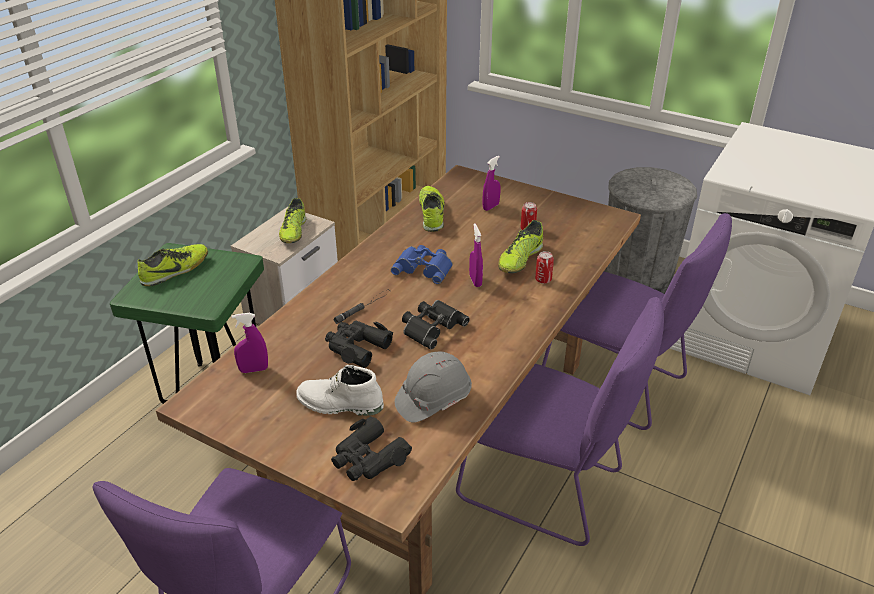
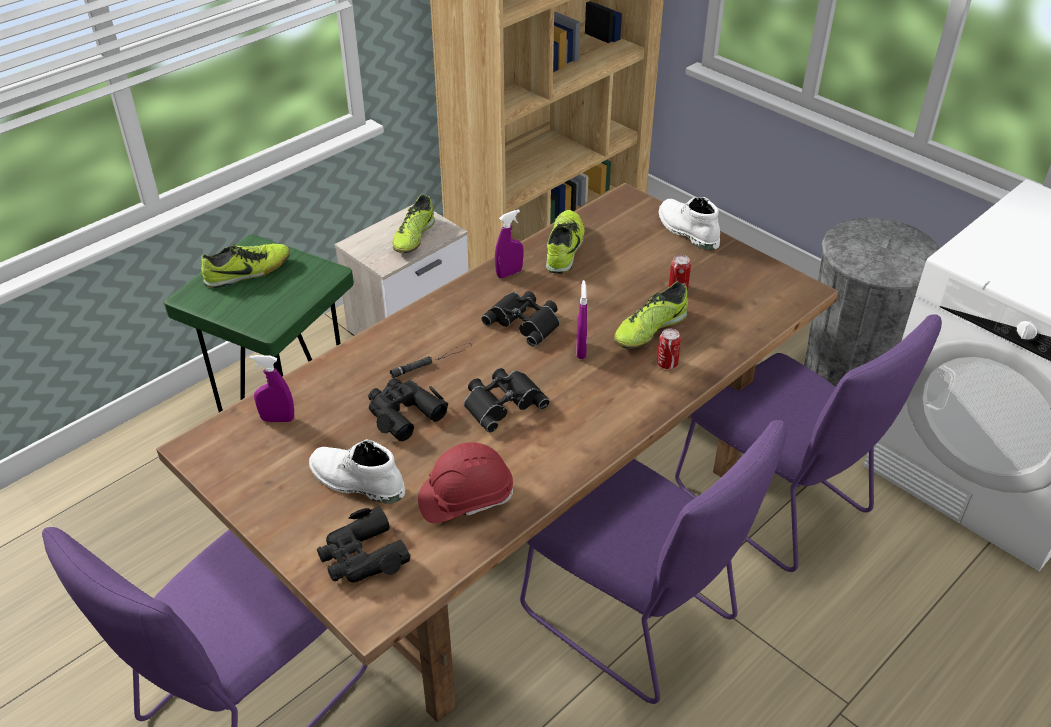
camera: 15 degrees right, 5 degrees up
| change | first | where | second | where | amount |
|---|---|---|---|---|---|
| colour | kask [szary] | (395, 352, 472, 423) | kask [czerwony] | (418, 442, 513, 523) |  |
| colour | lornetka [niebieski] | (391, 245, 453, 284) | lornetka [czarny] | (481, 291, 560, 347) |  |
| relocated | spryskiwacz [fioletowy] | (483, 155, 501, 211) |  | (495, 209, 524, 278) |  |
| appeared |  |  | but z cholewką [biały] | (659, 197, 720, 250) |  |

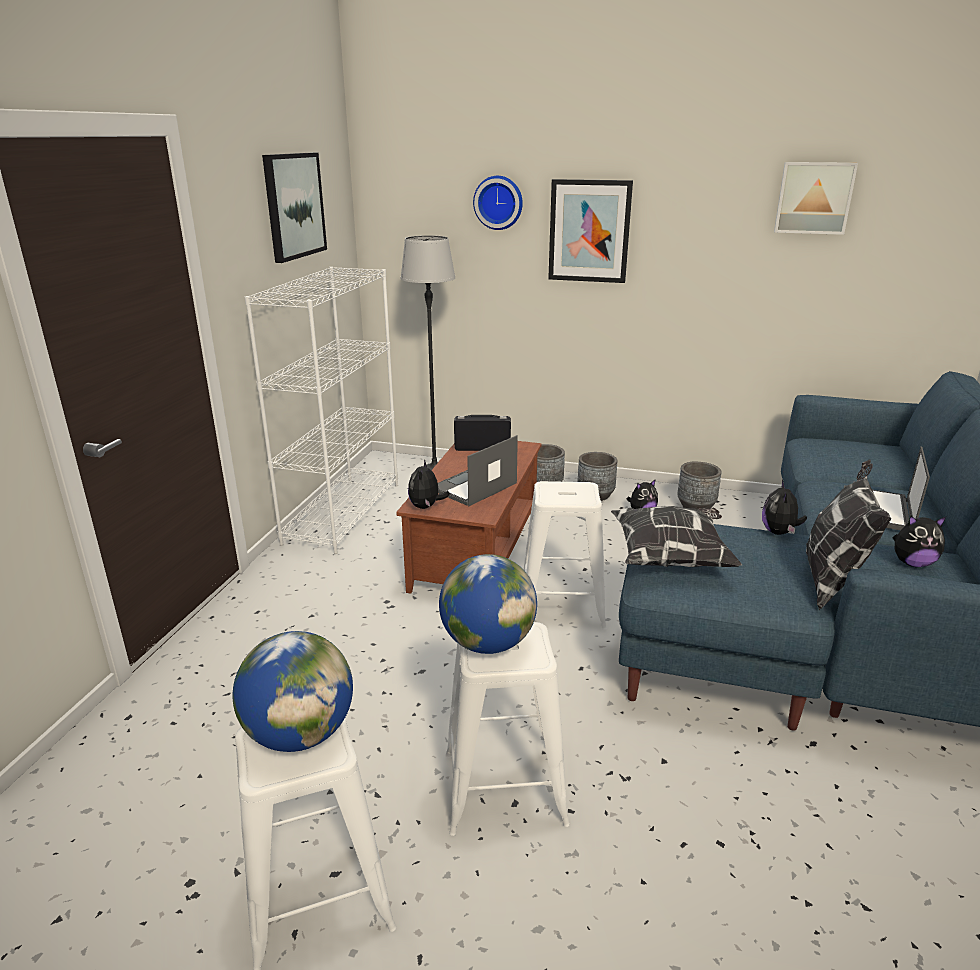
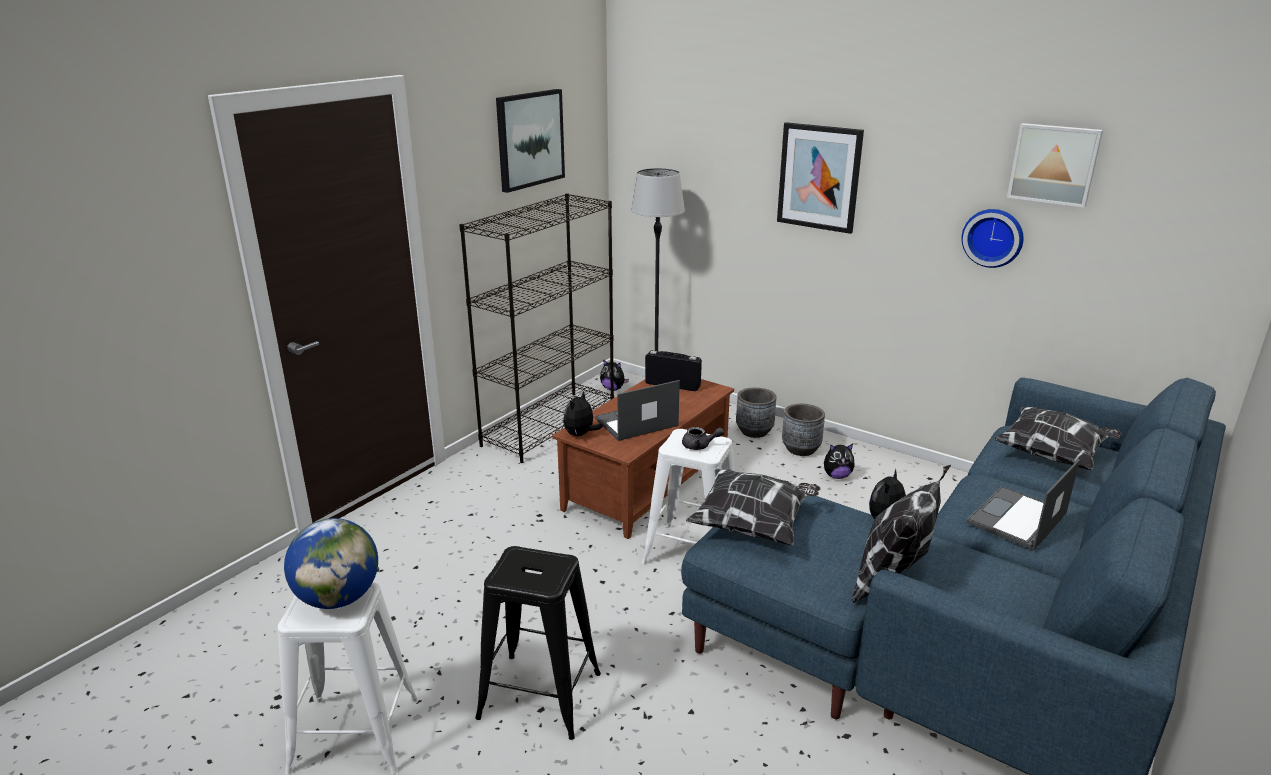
camera: 20 degrees right, 0 degrees up
| change | first | where | second | where | amount |
|---|---|---|---|---|---|
| colour | regał [biały] | (245, 267, 398, 554) | regał [czarny] | (459, 193, 614, 463) |  |
| colour | stołek [biały] | (445, 622, 570, 836) | stołek [czarny] | (475, 546, 601, 740) |  |
| relocated | pluszak | (893, 516, 946, 567) |  | (600, 359, 629, 391) |  |
| appeared |  |  | imbryk [szary] | (682, 427, 724, 450) |  |
| relocated | zegar ścienny | (473, 176, 523, 230) |  | (961, 209, 1024, 268) |  |
| appeared |  |  | poduszka | (993, 407, 1122, 470) |  |
| missing | globus | (439, 554, 537, 654) |  |  |  |
| missing | donica [szary] | (677, 462, 721, 512) |  |  |  |

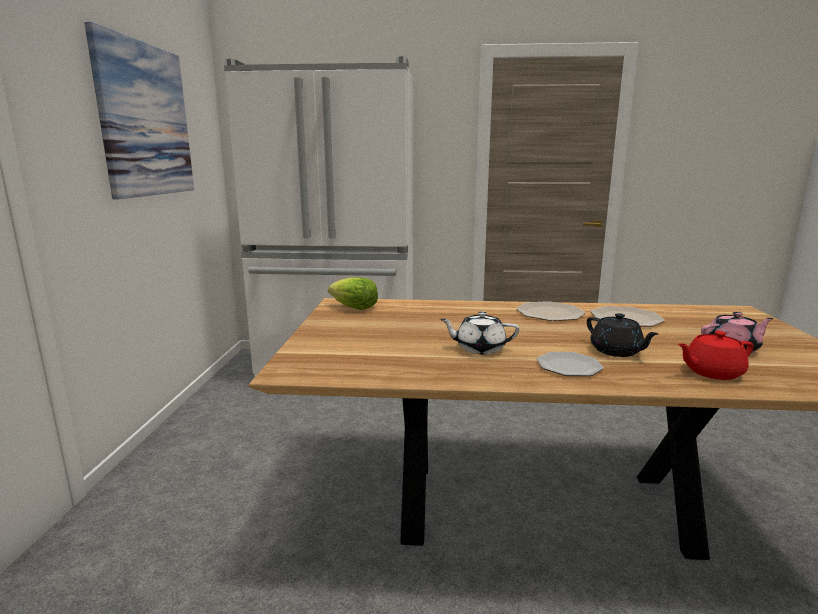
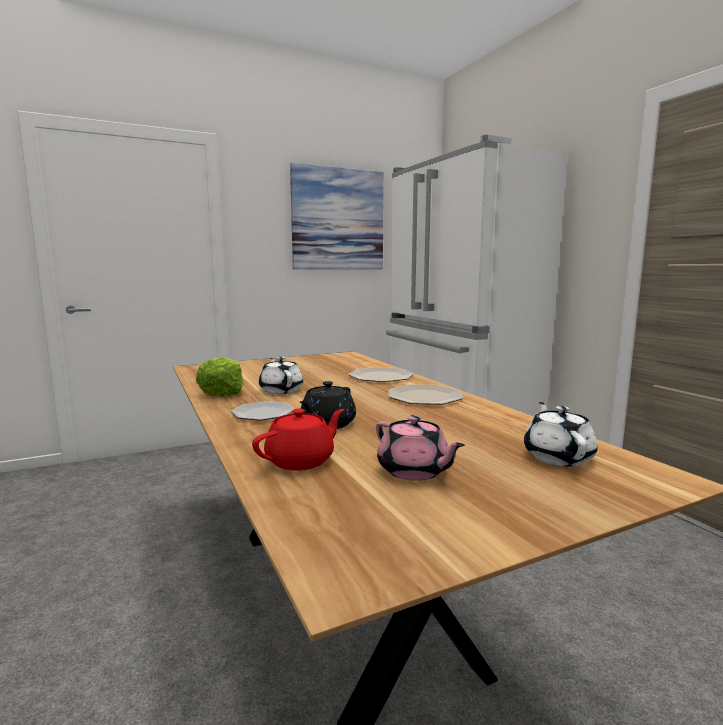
camera: 60 degrees right, 5 degrees down
| change | first | where | second | where | amount |
|---|---|---|---|---|---|
| relocated | sałata | (328, 277, 378, 310) |  | (196, 358, 244, 397) |  |
| spun | imbryk [czerwony] | (678, 331, 754, 380) |  | (252, 408, 344, 471) | 90 degrees clockwise |
| relocated | talerz | (590, 306, 665, 327) |  | (349, 367, 414, 382) |  |
| appeared |  |  | imbryk [biały] | (524, 402, 597, 467) |  |

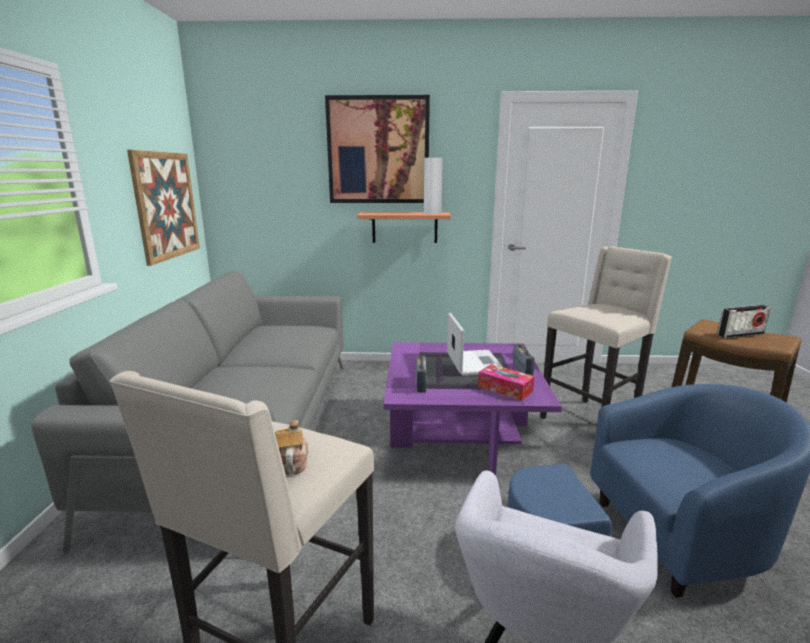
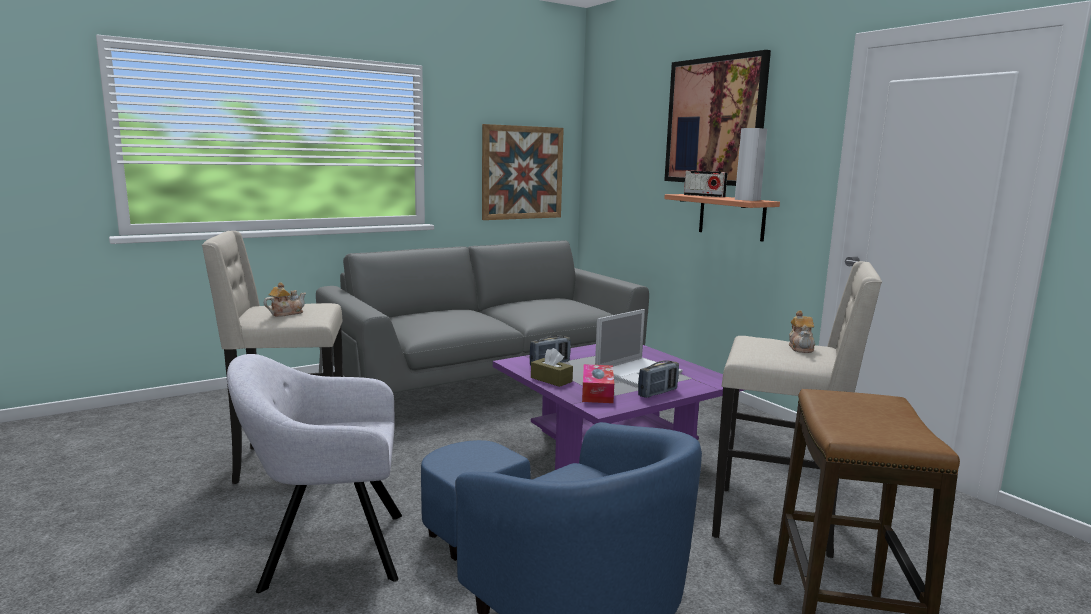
camera: 55 degrees right, 5 degrees down
| change | first | where | second | where | amount |
|---|---|---|---|---|---|
| appeared |  |  | pudełko chusteczek [brązowy] | (531, 348, 573, 387) |  |
| relocated | radio | (717, 305, 771, 338) |  | (684, 171, 728, 197) |  |
| appeared |  |  | imbryk | (789, 310, 815, 353) |  |

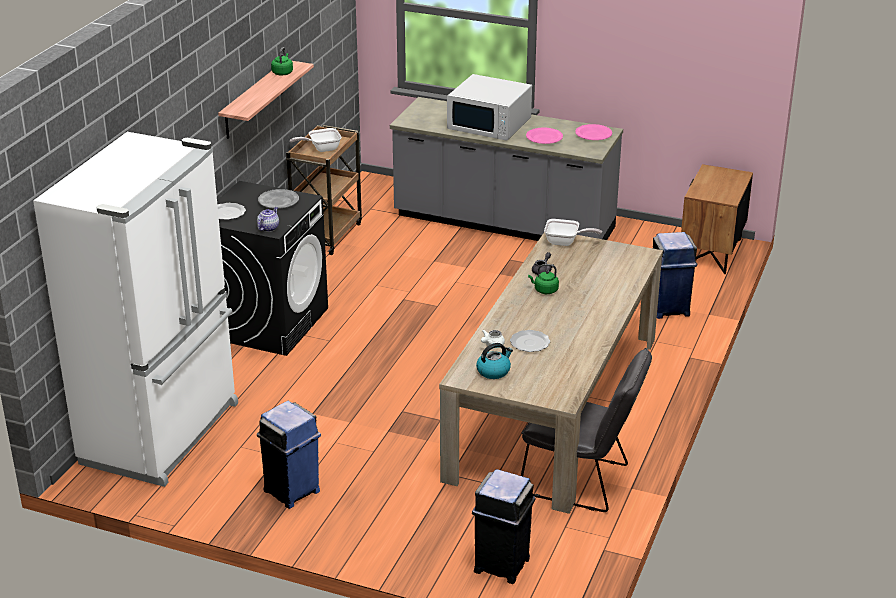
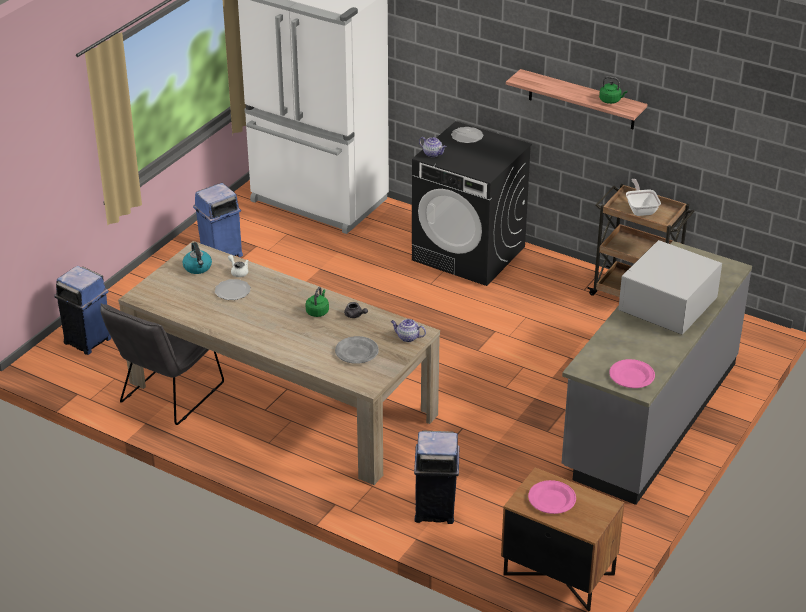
camera: 100 degrees right, 5 degrees up
| change | first | where | second | where | amount |
|---|---|---|---|---|---|
| colour | kosz na śmieci [czarny] | (472, 469, 536, 584) | kosz na śmieci [niebieski] | (54, 266, 111, 355) |  |
| relocated | talerz [szary] | (258, 189, 299, 209) |  | (335, 336, 379, 364) |  |
| exchanged | patelnia | (544, 219, 602, 246) | imbryk | (391, 319, 426, 342) |  |
| relocated | talerz [różowy] | (526, 128, 563, 144) |  | (528, 480, 576, 514) |  |

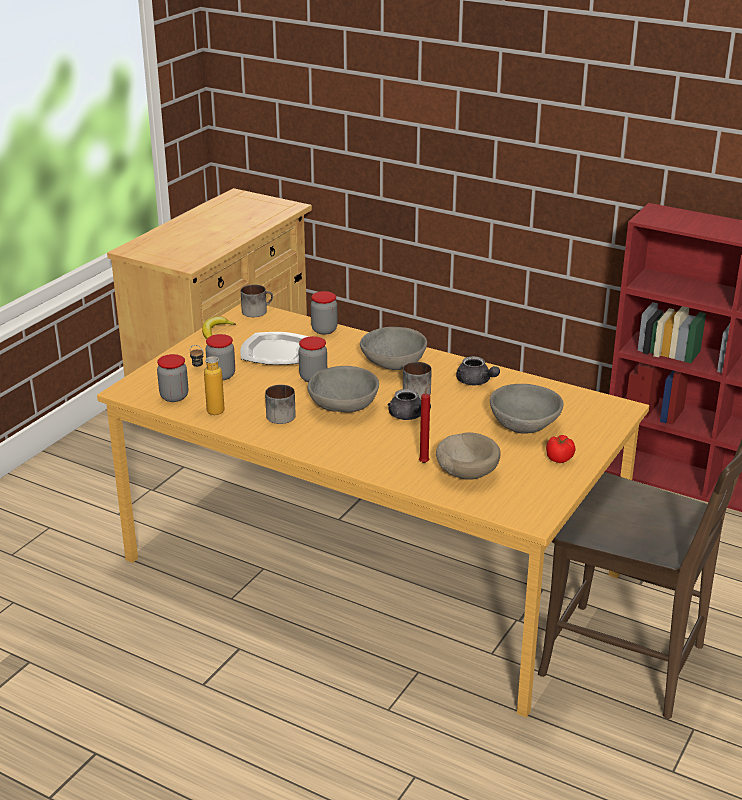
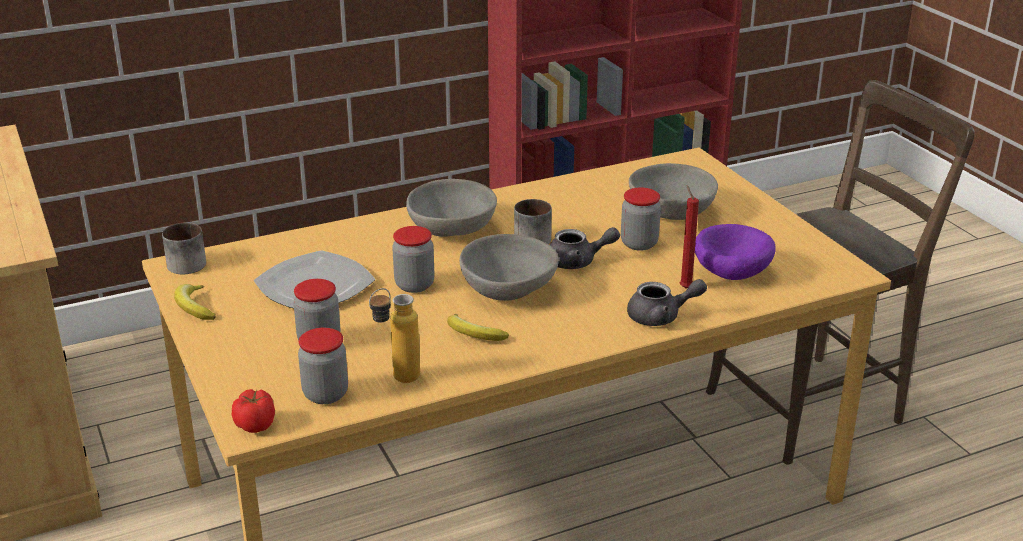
camera: 55 degrees left, 0 degrees up
| change | first | where | second | where | amount |
|---|---|---|---|---|---|
| relocated | pomidor | (546, 435, 575, 463) |  | (232, 389, 275, 433) |  |
| exchanged | kubek | (265, 385, 296, 424) | banan | (447, 314, 509, 341) |  |
| relocated | słoik | (311, 291, 338, 335) |  | (621, 187, 661, 251) |  |
| relocated | imbryk [szary] | (456, 356, 500, 385) |  | (627, 279, 707, 326) |  |
| colour | miska [beżowy] | (436, 432, 501, 480) | miska [fioletowy] | (695, 224, 776, 280) |  |

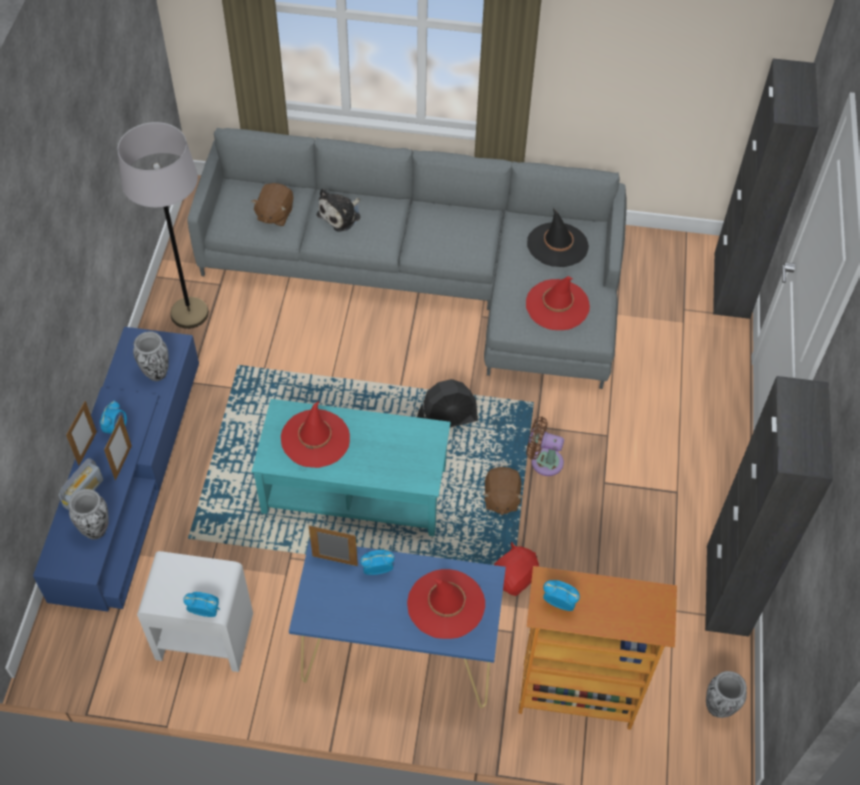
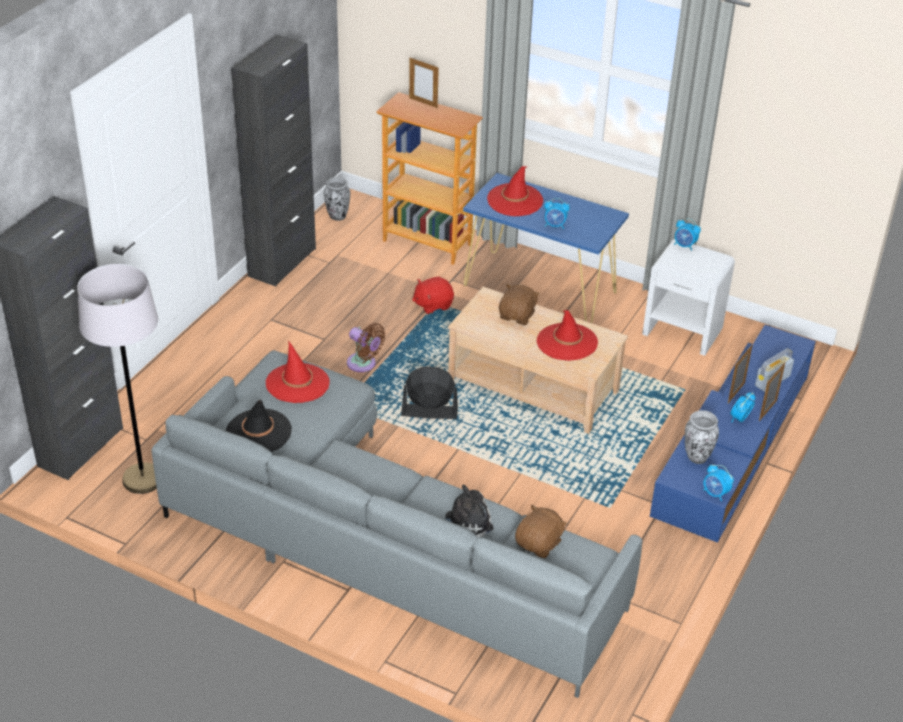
camera: 160 degrees left, 15 degrees down
| change | first | where | second | where | amount |
|---|---|---|---|---|---|
| relocated | lampa stojąca [szary] | (117, 122, 209, 329) |  | (77, 264, 158, 494) |  |
| relocated | ramka na zdjęcie | (309, 525, 358, 566) |  | (409, 58, 439, 108) |  |
| colour | ława [turkusowy] | (251, 399, 451, 536) | ława [beżowy] | (448, 287, 628, 434) |  |
| relocated | pluszak [brązowy] | (483, 467, 523, 515) |  | (499, 284, 540, 325) |  |
| relocated | budzik | (543, 580, 580, 611) |  | (704, 464, 734, 501) |  |
| missing | wazon | (69, 489, 109, 540) |  |  |  |

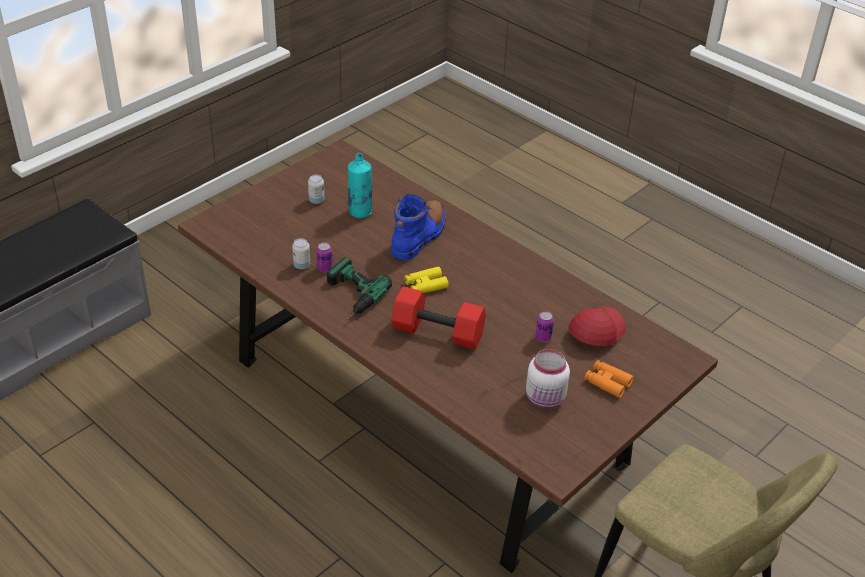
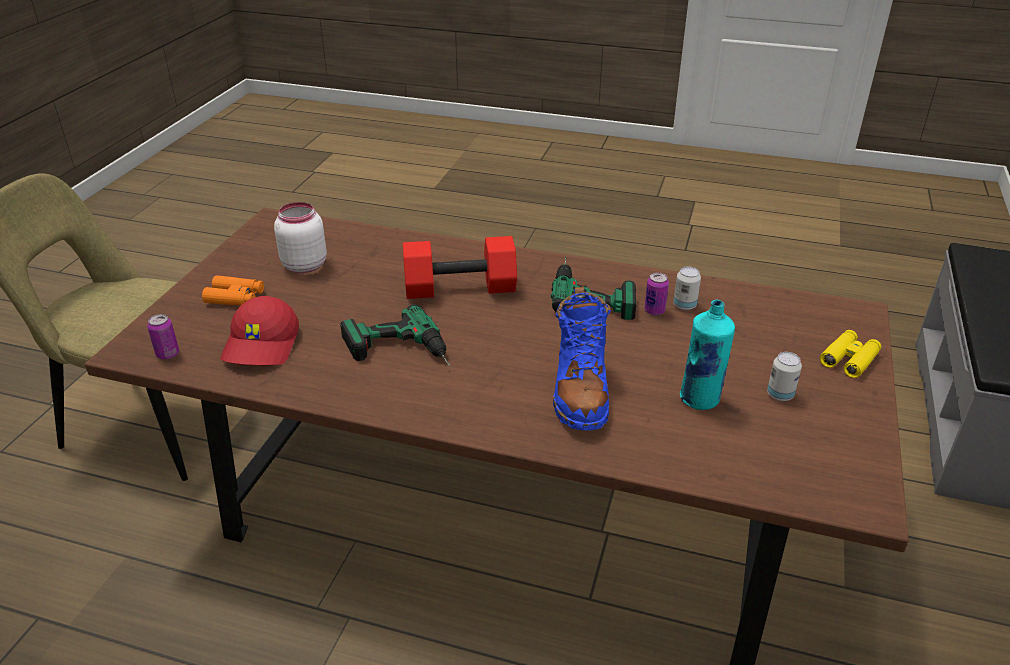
camera: 155 degrees right, 5 degrees down
| change | first | where | second | where | amount |
|---|---|---|---|---|---|
| relocated | puszka | (535, 311, 554, 342) |  | (147, 314, 179, 360) |  |
| appeared |  |  | wiertarka | (340, 304, 450, 366) |  |
| relocated | lornetka [żółty] | (404, 266, 449, 293) |  | (820, 330, 881, 378) |  |

